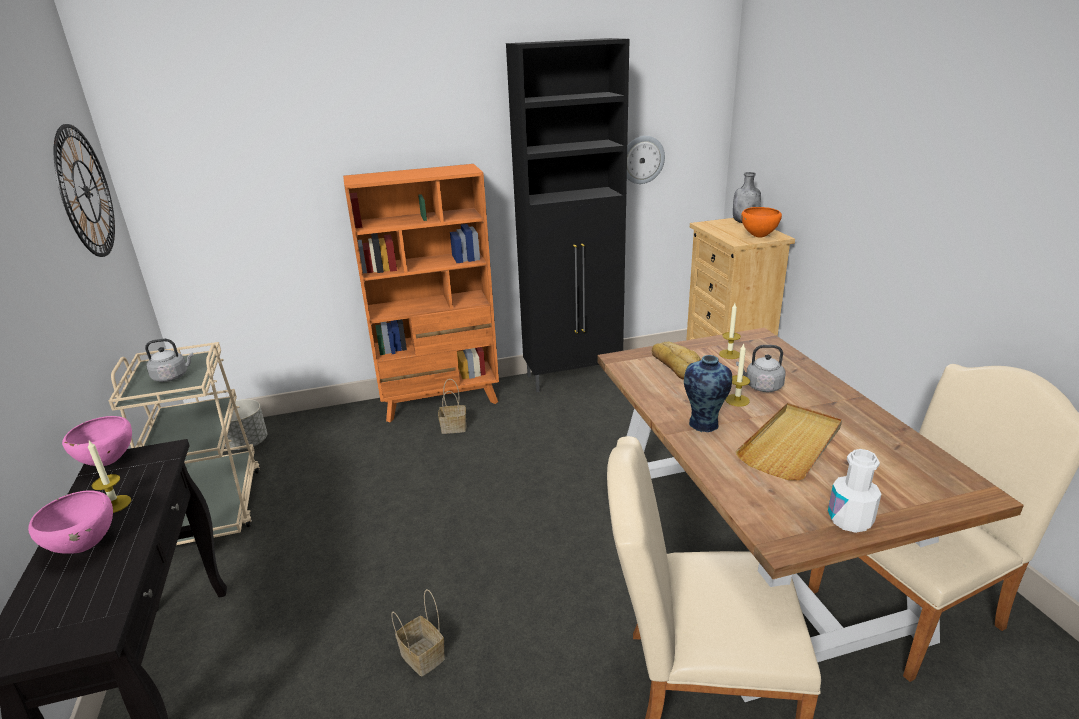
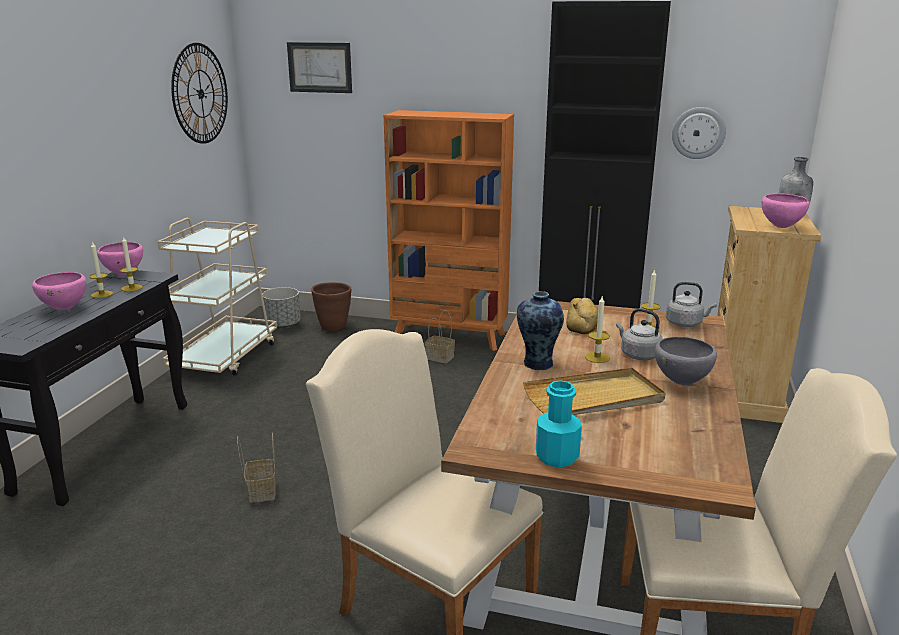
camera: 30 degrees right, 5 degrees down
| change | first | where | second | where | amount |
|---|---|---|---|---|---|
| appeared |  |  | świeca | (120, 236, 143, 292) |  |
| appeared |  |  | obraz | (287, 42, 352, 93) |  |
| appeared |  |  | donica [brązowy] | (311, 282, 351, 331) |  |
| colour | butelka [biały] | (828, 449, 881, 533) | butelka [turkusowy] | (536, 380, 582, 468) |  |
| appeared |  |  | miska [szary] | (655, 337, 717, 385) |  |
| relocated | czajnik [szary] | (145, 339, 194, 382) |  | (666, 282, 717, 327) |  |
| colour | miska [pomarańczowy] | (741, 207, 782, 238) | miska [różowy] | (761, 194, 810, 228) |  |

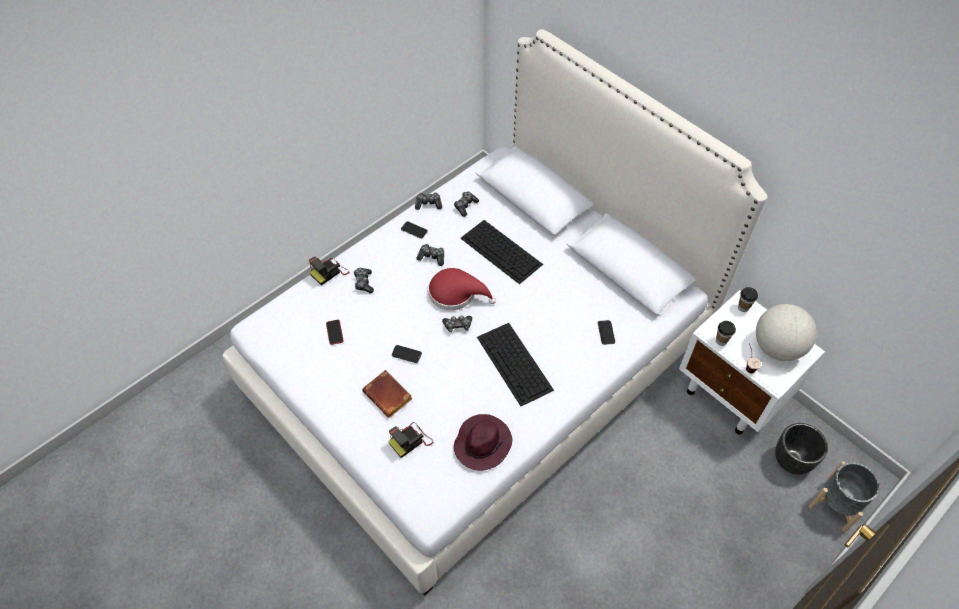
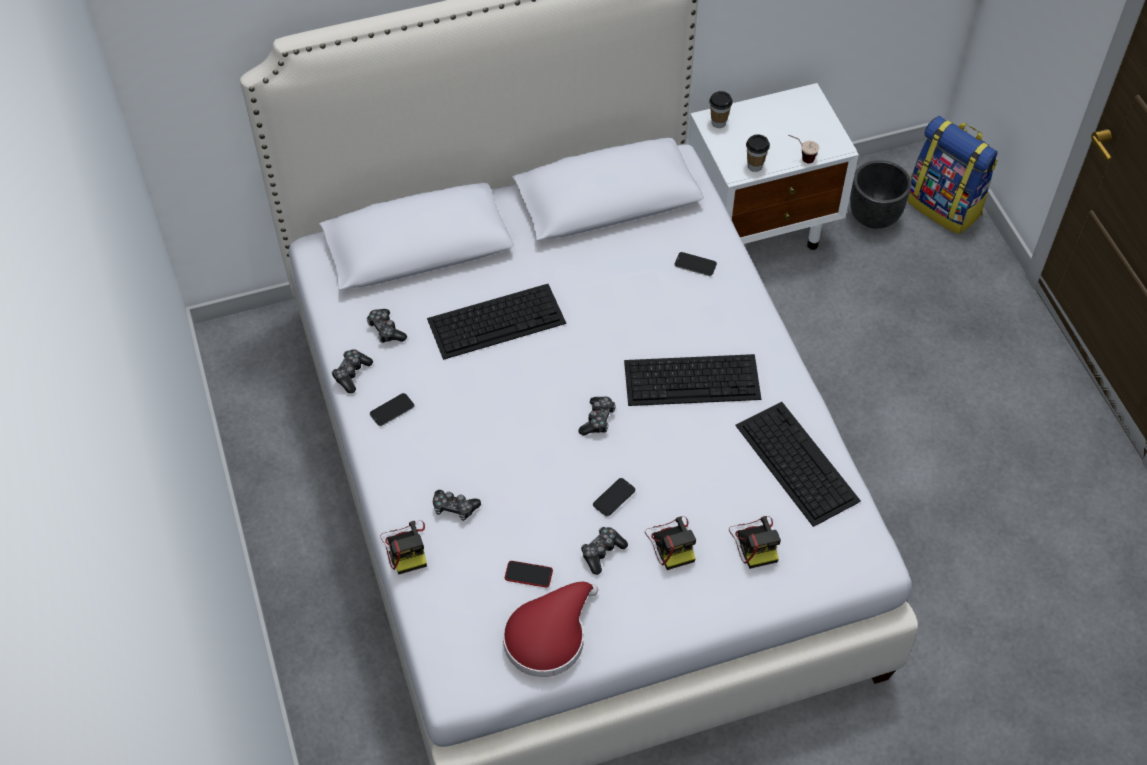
camera: 65 degrees left, 0 degrees up
| change | first | where | second | where | amount |
|---|---|---|---|---|---|
| relocated | kapelusz [czerwony] | (428, 268, 496, 310) |  | (503, 582, 598, 677) |  |
| relocated | pad do gier | (417, 244, 444, 266) |  | (581, 527, 628, 575) |  |
| exchanged | książka [brązowy] | (362, 370, 412, 418) | aparat fotograficzny | (645, 516, 696, 570) |  |
| exchanged | kapelusz [fioletowy] | (454, 414, 512, 471) | klawiatura | (735, 402, 861, 527) |  |
| exchanged | donica [szary] | (809, 461, 880, 532) | plecak | (908, 116, 998, 234) |  |
| missing | globus | (756, 304, 817, 361) |  |  |  |

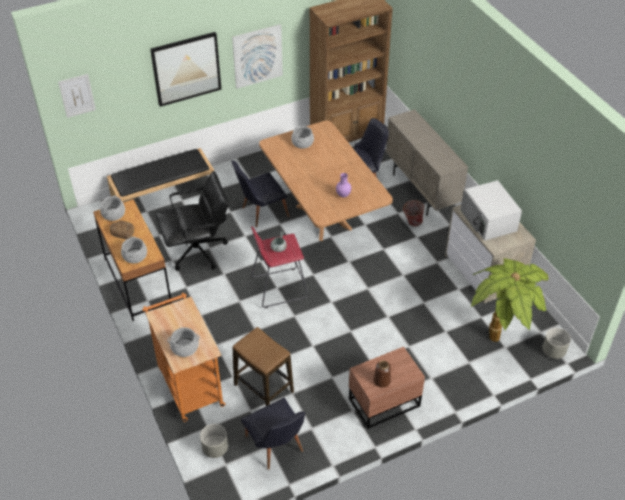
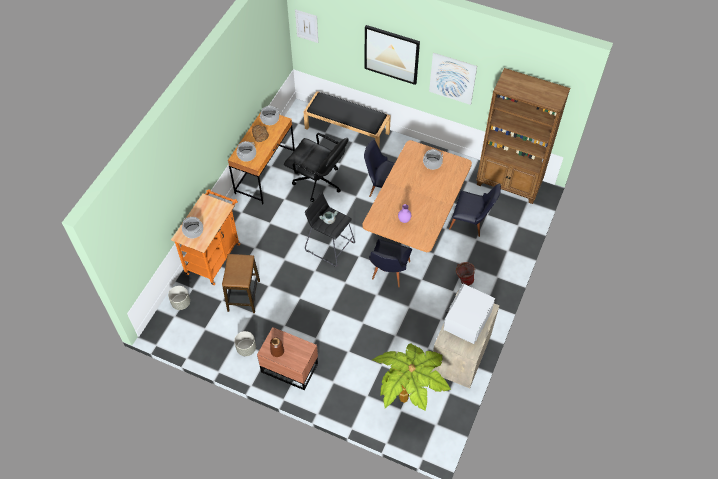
camera: 50 degrees right, 10 degrees up
| change | first | where | second | where | amount |
|---|---|---|---|---|---|
| relocated | donica [szary] | (542, 328, 571, 359) |  | (234, 331, 256, 356) |  |
| colour | stołek [czerwony] | (251, 226, 308, 308) | stołek [czarny] | (305, 192, 355, 266) |  |
| relocated | krzesło [czarny] | (241, 398, 305, 470) |  | (369, 239, 412, 287) |  |
| missing | szafka [beżowy] | (386, 109, 468, 216) |  |  |  |

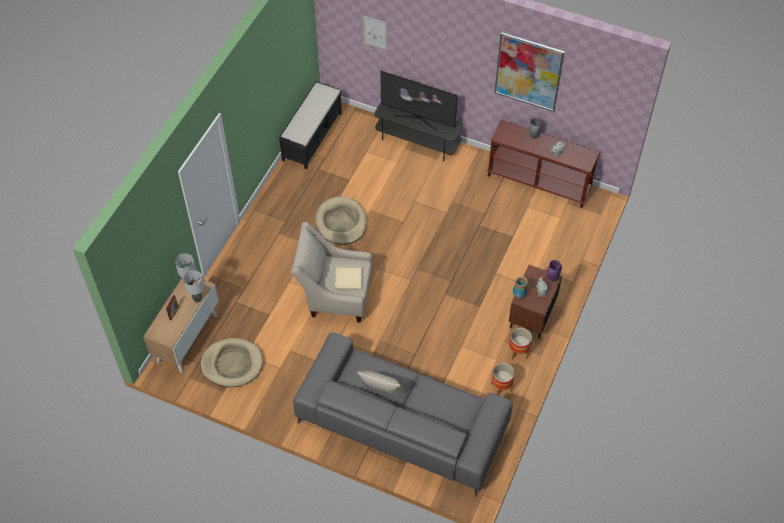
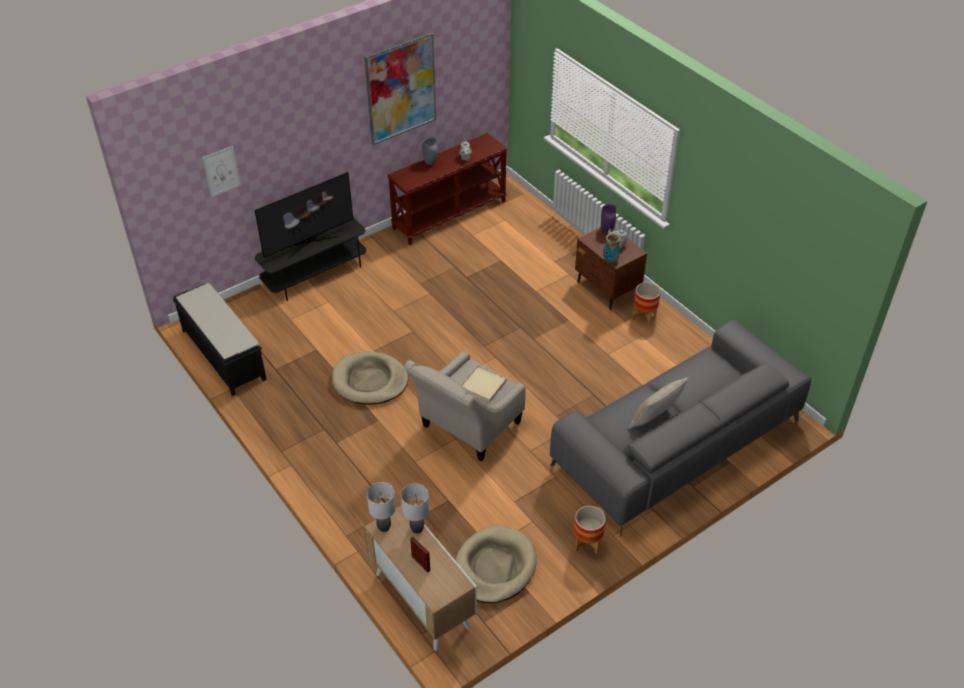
camera: 60 degrees left, 10 degrees down
| change | first | where | second | where | amount |
|---|---|---|---|---|---|
| relocated | donica | (491, 363, 515, 395) |  | (574, 506, 606, 554) |  |

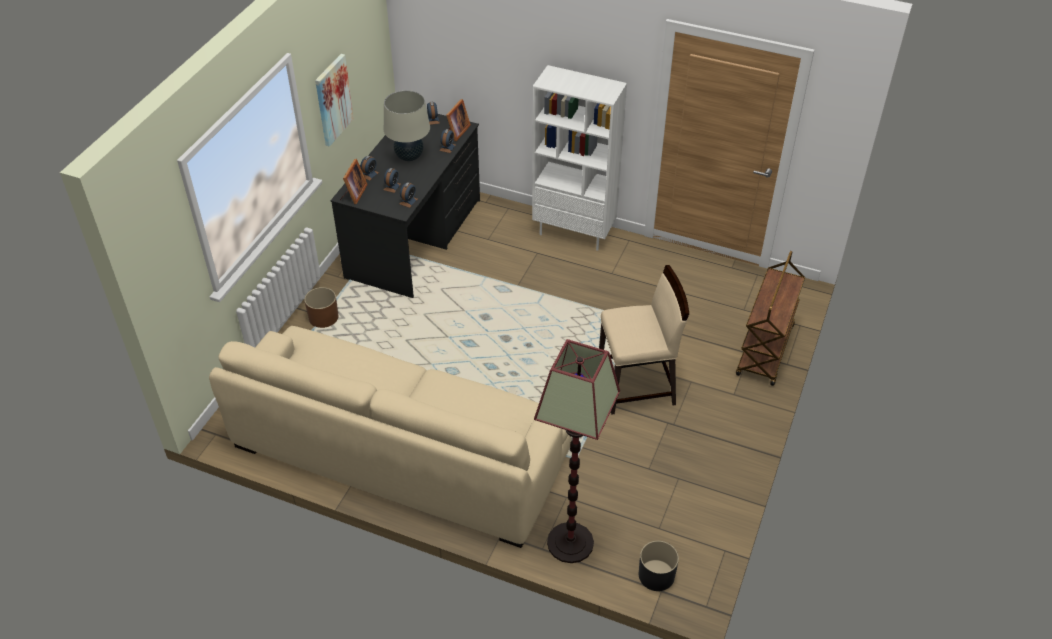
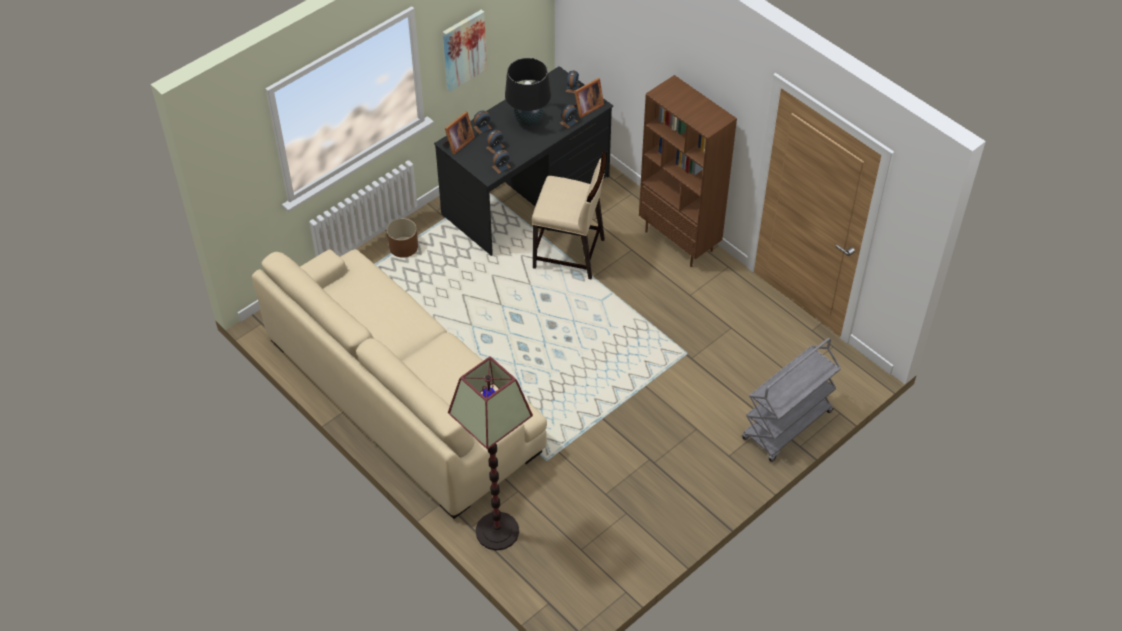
camera: 25 degrees right, 5 degrees up
| change | first | where | second | where | amount |
|---|---|---|---|---|---|
| colour | lampa stołowa [beżowy] | (384, 90, 430, 161) | lampa stołowa [czarny] | (505, 58, 551, 126) |  |
| relocated | krzesło [beżowy] | (599, 265, 689, 415) |  | (532, 152, 607, 279) |  |
| colour | regał [biały] | (532, 65, 627, 251) | regał [brązowy] | (639, 75, 737, 267) |  |
| colour | wózek [brązowy] | (736, 251, 805, 386) | wózek [szary] | (742, 338, 841, 462) |  |
| missing | donica [czarny] | (639, 541, 679, 591) |  |  |  |

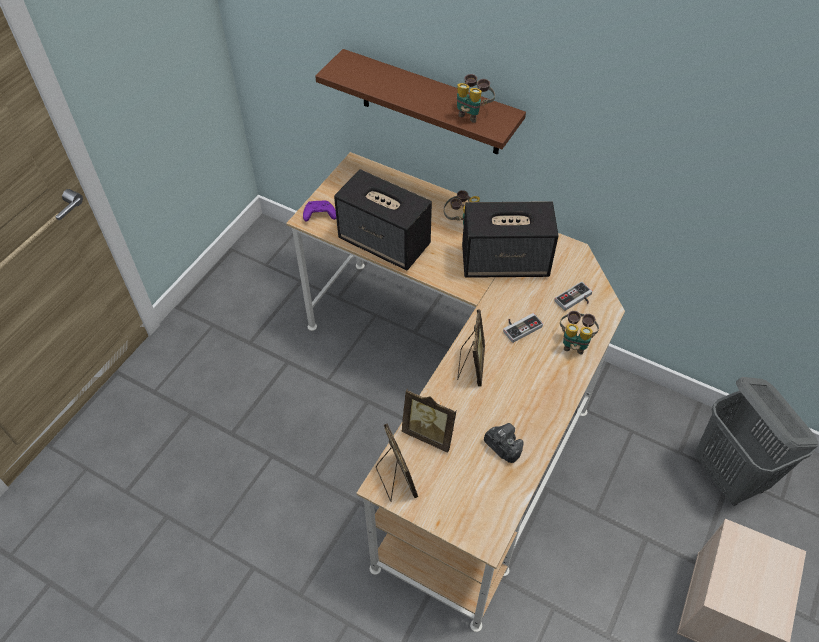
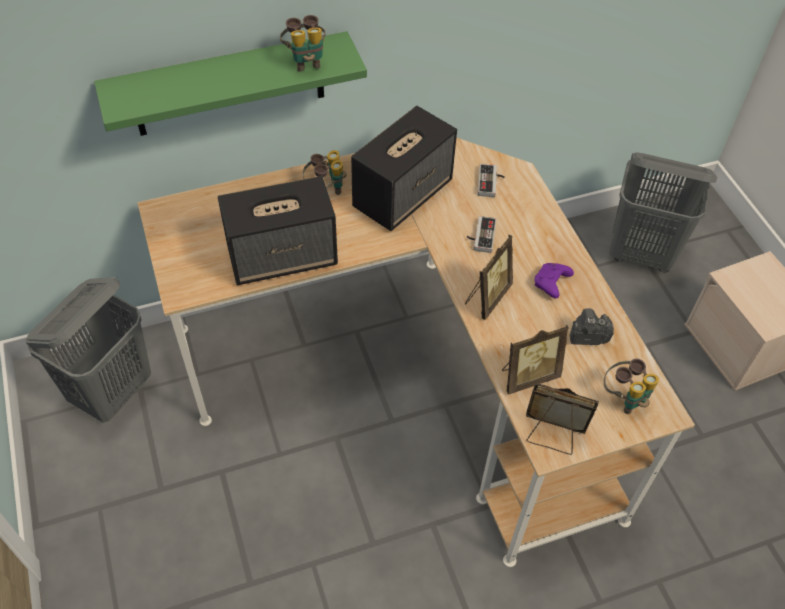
camera: 50 degrees left, 0 degrees up
| change | first | where | second | where | amount |
|---|---|---|---|---|---|
| appeared |  |  | kosz na pranie [szary] | (26, 277, 151, 423) |  |
| colour | półka [brązowy] | (315, 49, 526, 155) | półka [zielony] | (94, 31, 367, 136) |  |
| spun | ramka na zdjęcie | (457, 310, 485, 386) |  | (465, 235, 513, 320) | 75 degrees clockwise |
| relocated | pad do gier [fioletowy] | (303, 201, 336, 221) |  | (535, 263, 574, 299) |  |
| relocated | lornetka | (560, 311, 599, 355) |  | (604, 358, 659, 414) |  |

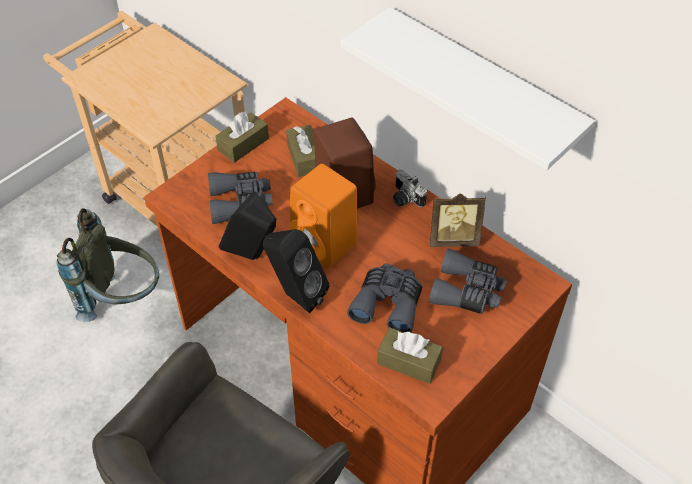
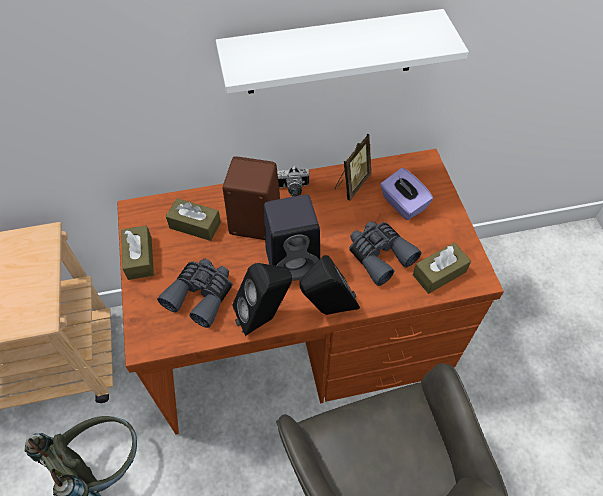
camera: 55 degrees left, 5 degrees up
| change | first | where | second | where | amount |
|---|---|---|---|---|---|
| colour | głośnik [pomarańczowy] | (289, 164, 358, 269) | głośnik [czarny] | (264, 195, 320, 281) |  |
| exchanged | lornetka [szary] | (429, 248, 507, 314) | pudełko chusteczek [fioletowy] | (380, 168, 433, 220) |  |

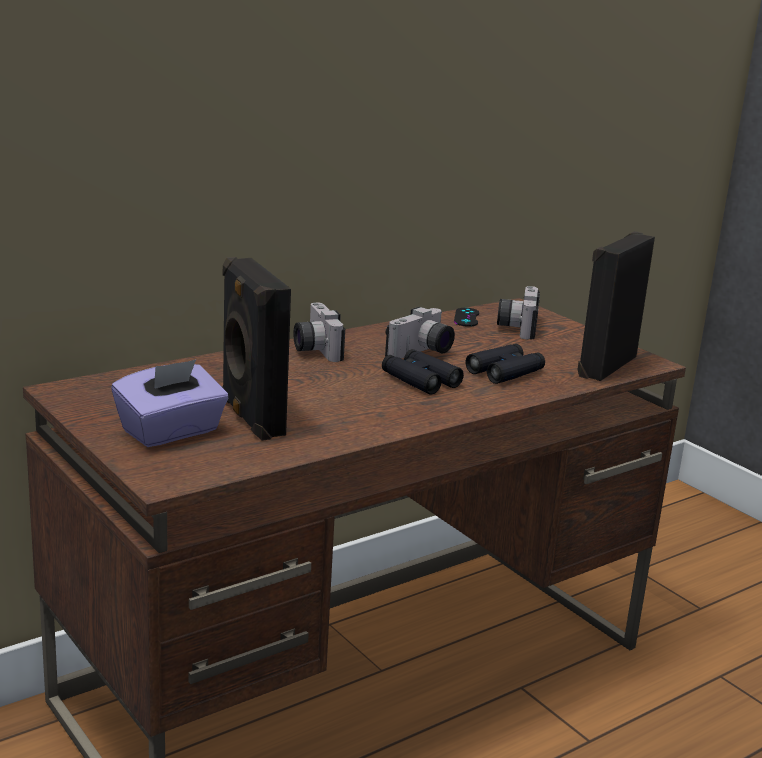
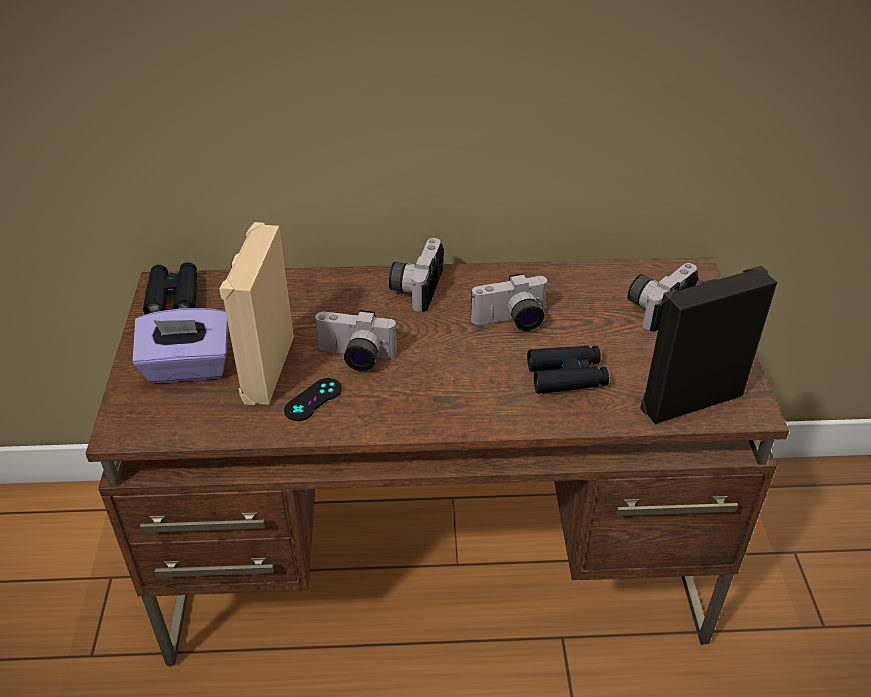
camera: 35 degrees right, 20 degrees up
| change | first | where | second | where | amount |
|---|---|---|---|---|---|
| relocated | lornetka [czarny] | (382, 349, 464, 395) |  | (143, 262, 197, 315) |  |
| colour | głośnik [czarny] | (221, 257, 291, 441) | głośnik [beżowy] | (219, 222, 294, 405) |  |
| relocated | pad do gier [czarny] | (454, 308, 479, 327) |  | (284, 378, 342, 421) |  |
| appeared |  |  | aparat fotograficzny | (314, 310, 397, 371) |  |

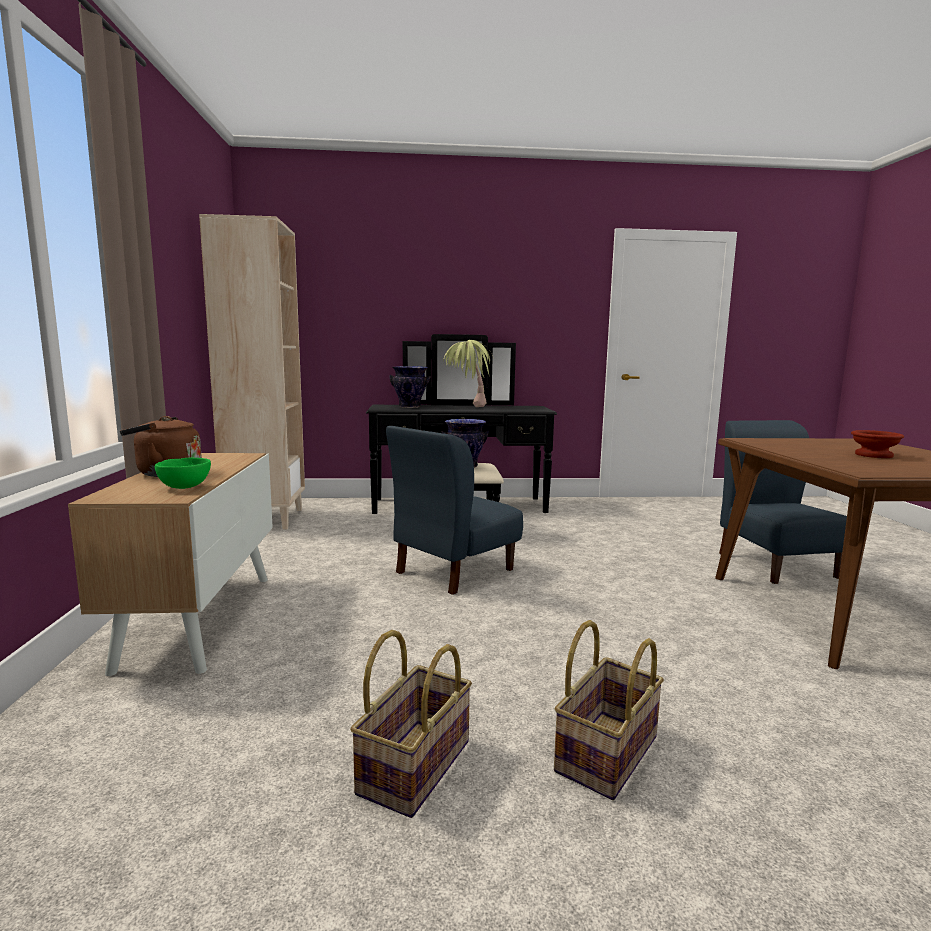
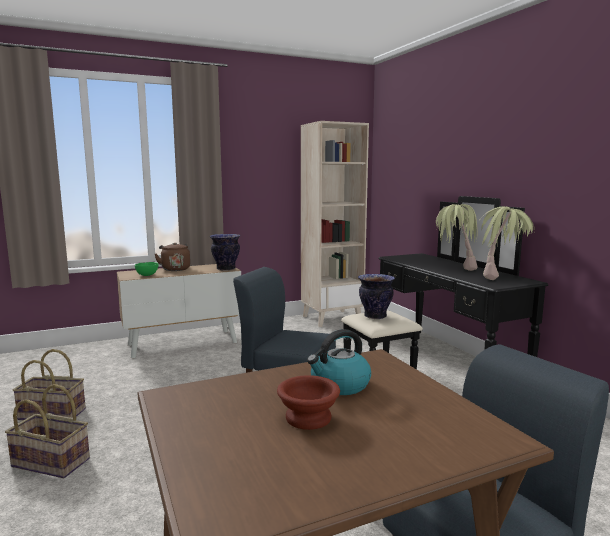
camera: 70 degrees right, 0 degrees up
| change | first | where | second | where | amount |
|---|---|---|---|---|---|
| relocated | wazon | (389, 366, 431, 408) |  | (209, 234, 241, 271) |  |
| appeared |  |  | czajnik | (307, 329, 371, 395) |  |
| appeared |  |  | roślina doniczkowa | (481, 207, 535, 280) |  |

